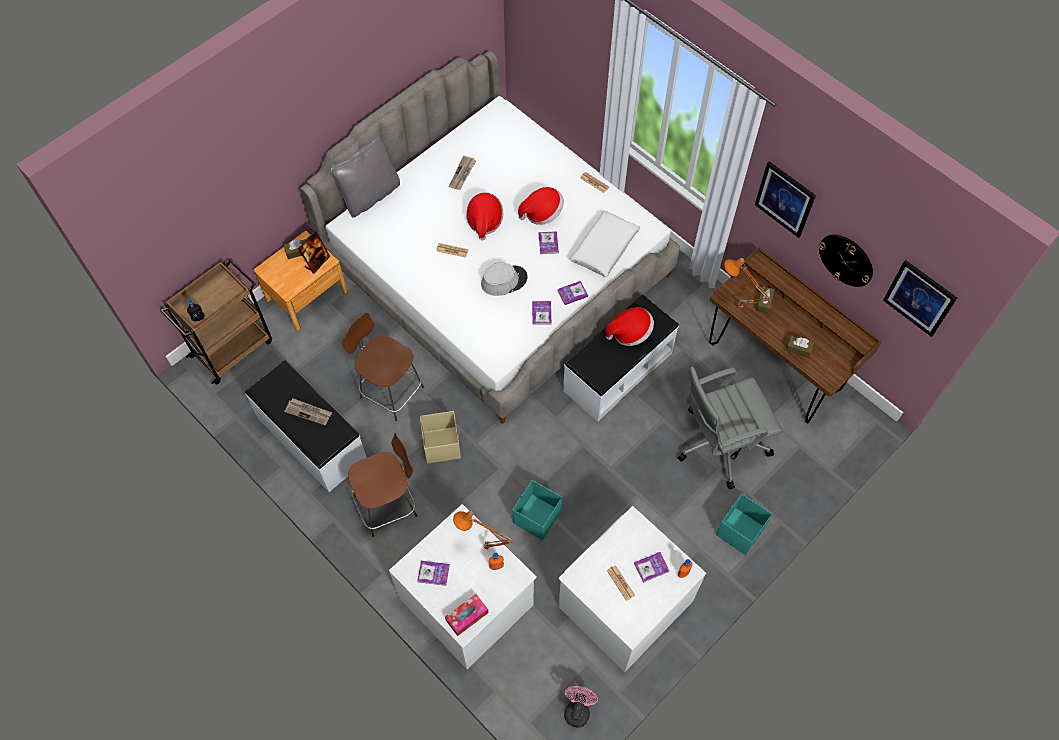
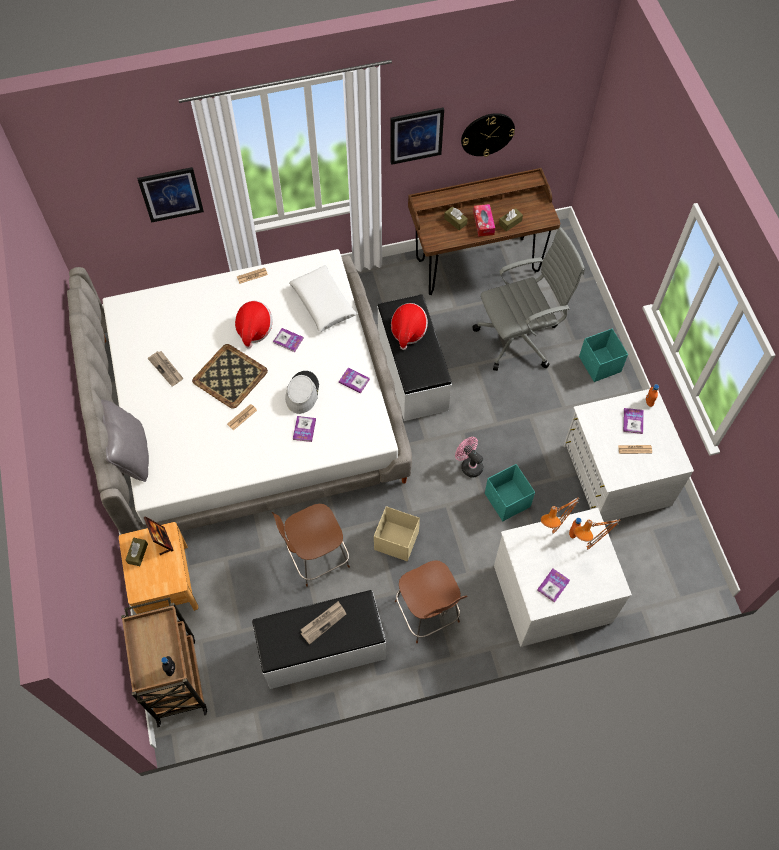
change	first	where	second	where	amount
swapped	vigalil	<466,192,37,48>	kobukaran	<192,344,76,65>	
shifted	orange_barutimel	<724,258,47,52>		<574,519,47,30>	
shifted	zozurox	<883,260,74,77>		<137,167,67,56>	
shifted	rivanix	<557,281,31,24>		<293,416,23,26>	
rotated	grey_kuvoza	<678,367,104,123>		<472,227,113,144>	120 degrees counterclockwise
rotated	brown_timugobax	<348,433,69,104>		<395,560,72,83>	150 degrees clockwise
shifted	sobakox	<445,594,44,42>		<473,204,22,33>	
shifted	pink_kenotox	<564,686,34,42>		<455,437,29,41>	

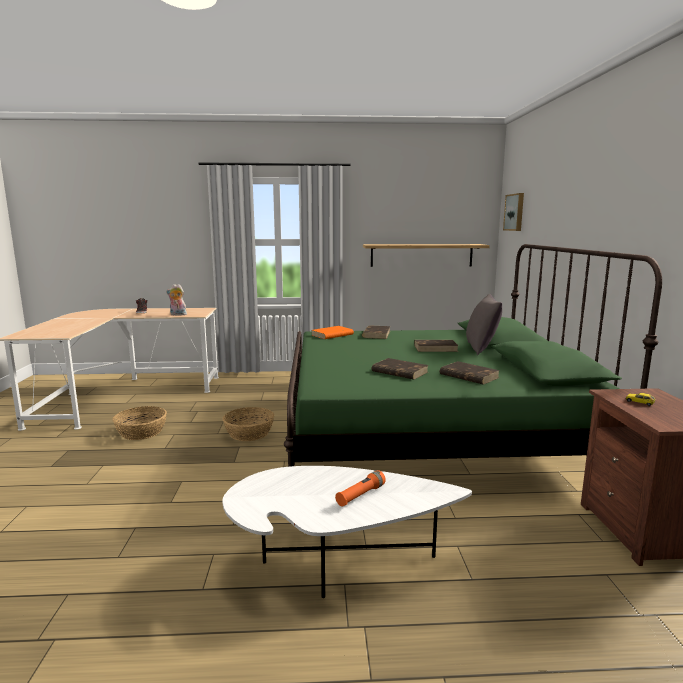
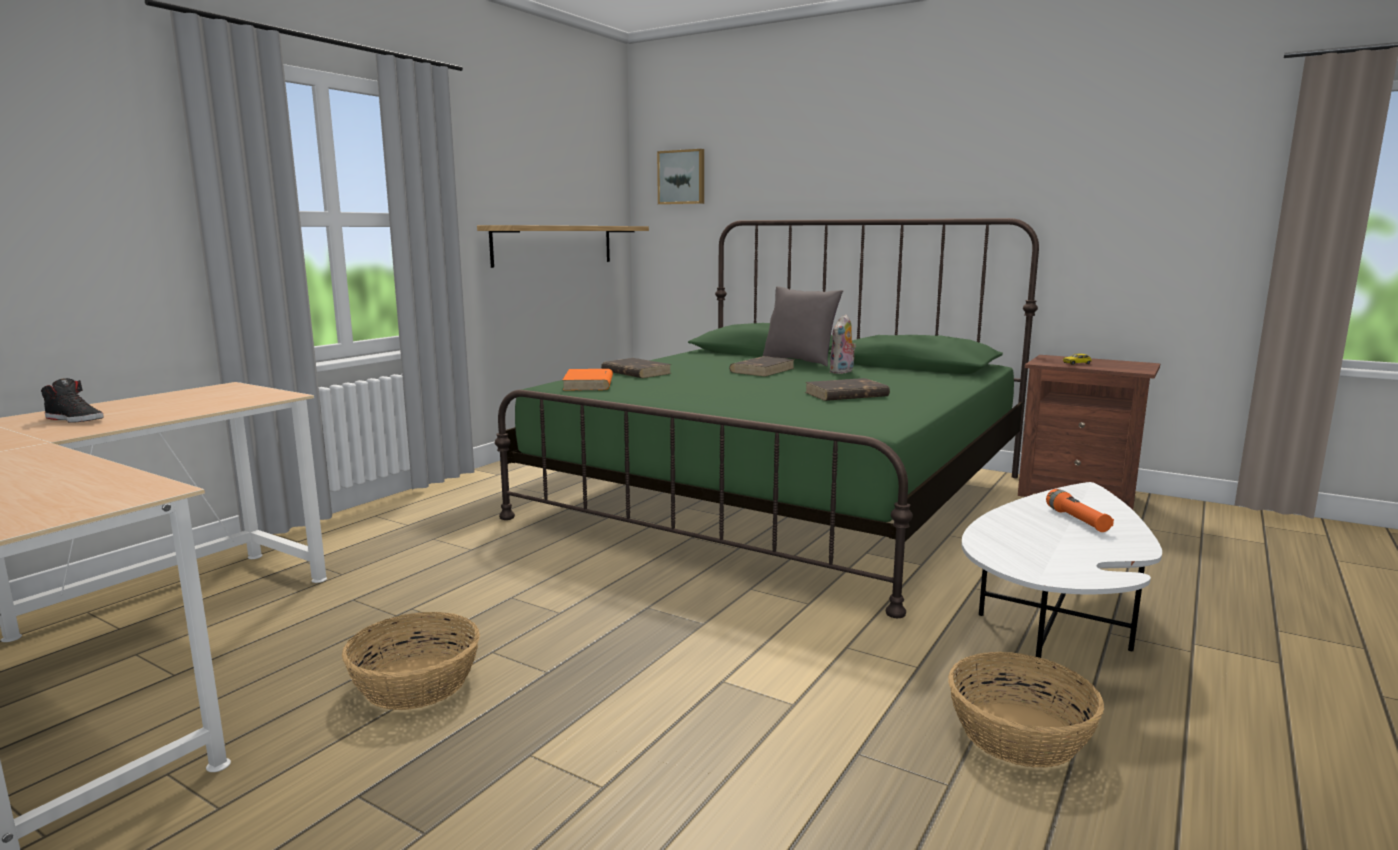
change	first	where	second	where	amount
shifted	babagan	<166,284,21,32>		<829,315,27,59>	
gone	brown_rivanix	<440,361,60,24>			
shifted	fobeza	<223,407,51,34>		<948,652,156,116>	

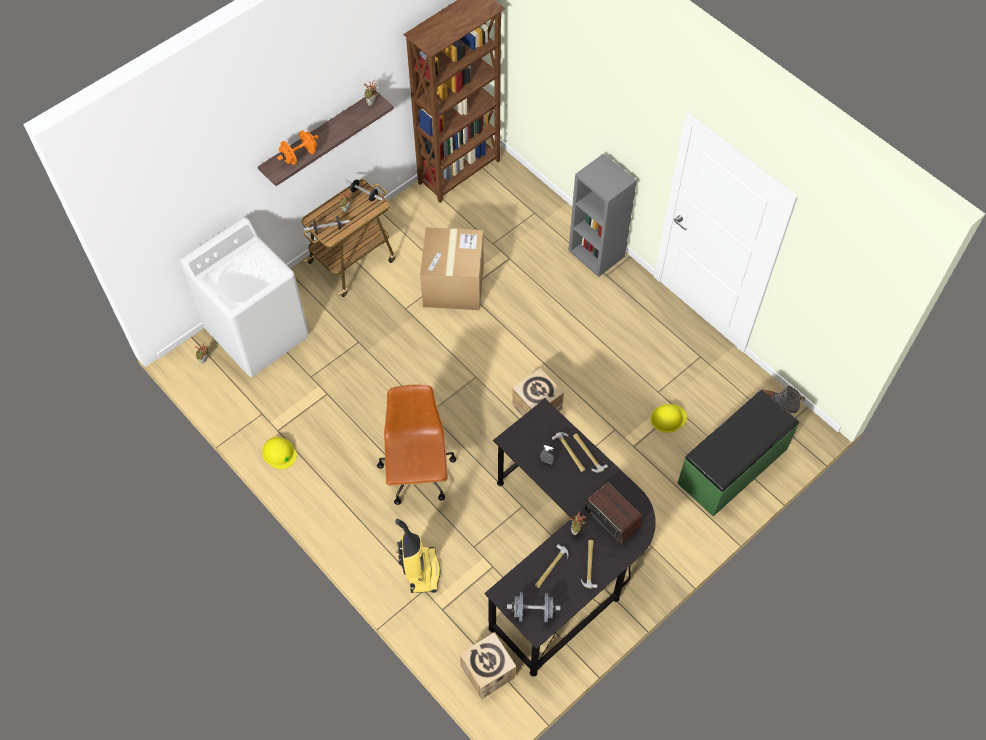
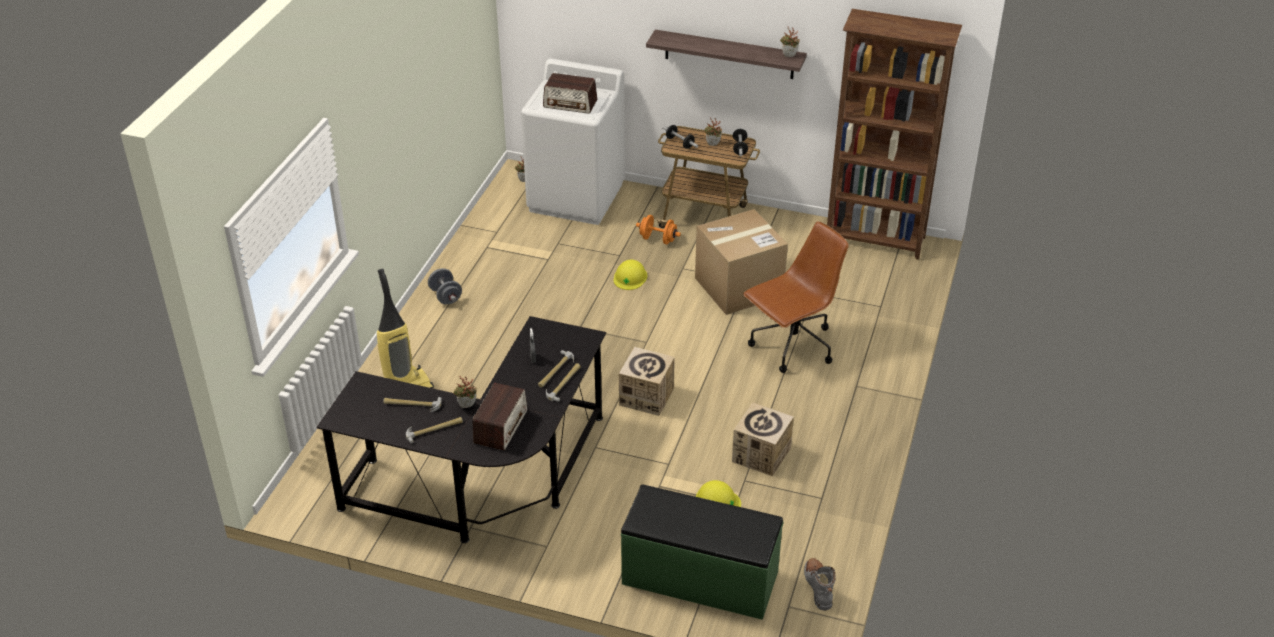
change	first	where	second	where	amount
shifted	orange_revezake	<277,130,42,35>		<636,215,45,29>	
gone	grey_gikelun	<568,153,69,124>			
shifted	brown_kuvoza	<377,384,80,121>		<743,221,106,152>	
shifted	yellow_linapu	<262,437,35,32>		<614,260,33,30>	
shifted	grey_revezake	<507,592,53,30>		<428,268,34,36>	
shifted	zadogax	<459,632,57,68>		<732,402,62,74>	
new			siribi	<543,73,55,41>	

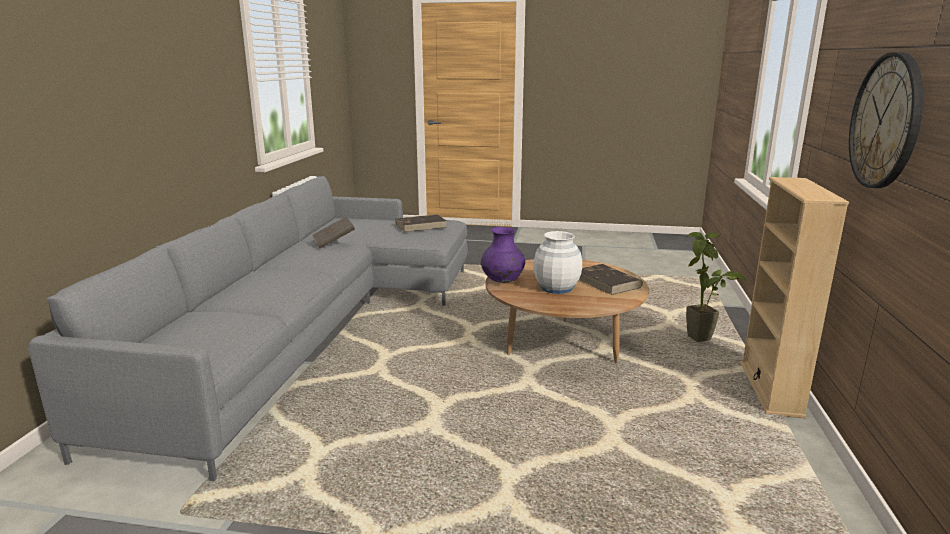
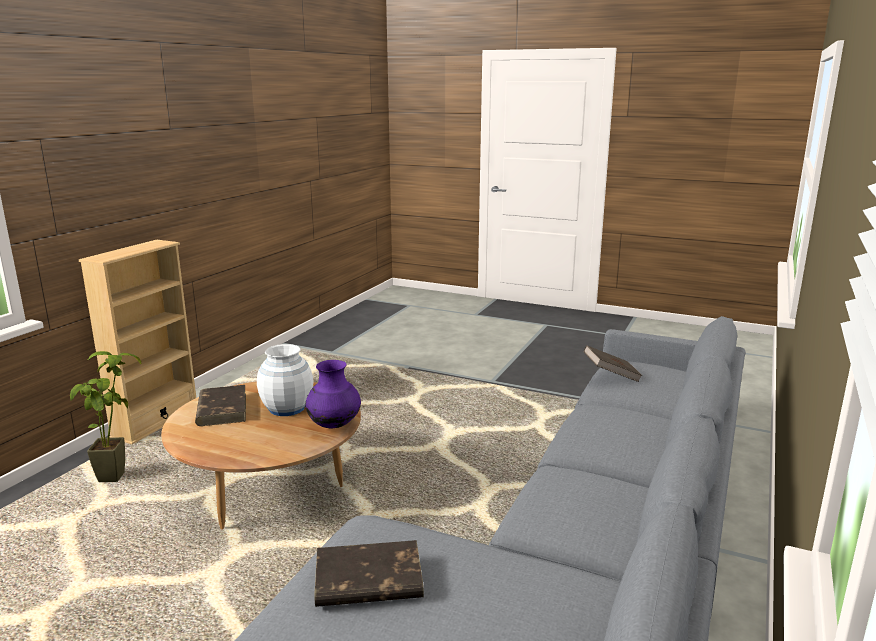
change	first	where	second	where	amount
gone	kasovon	<849,52,74,136>			
shifted	brown_rivanix	<312,217,43,31>		<584,346,59,36>	

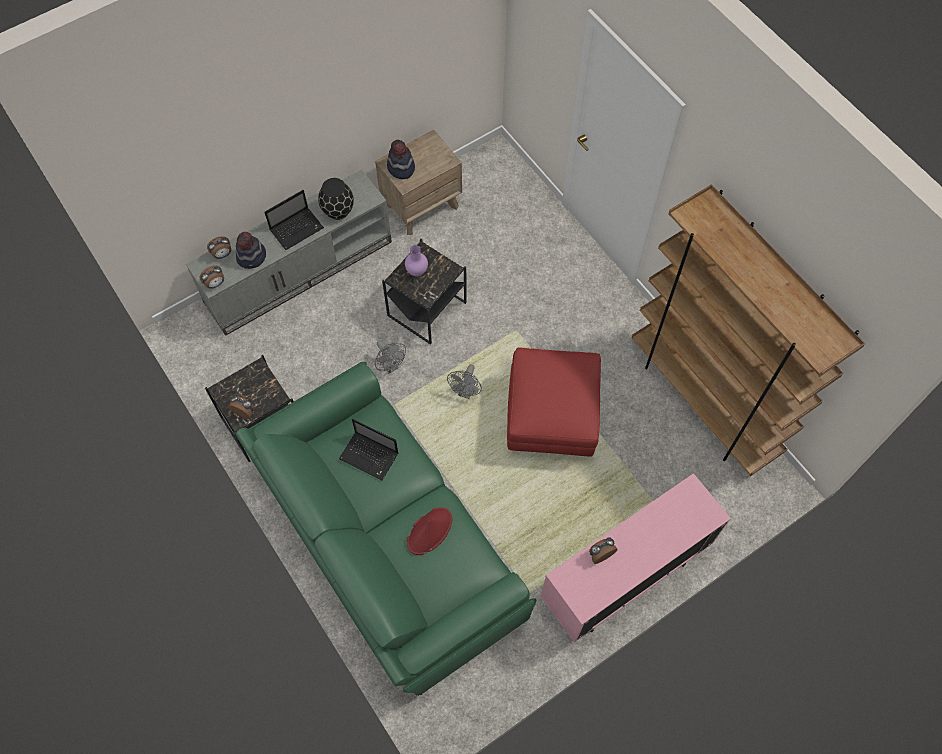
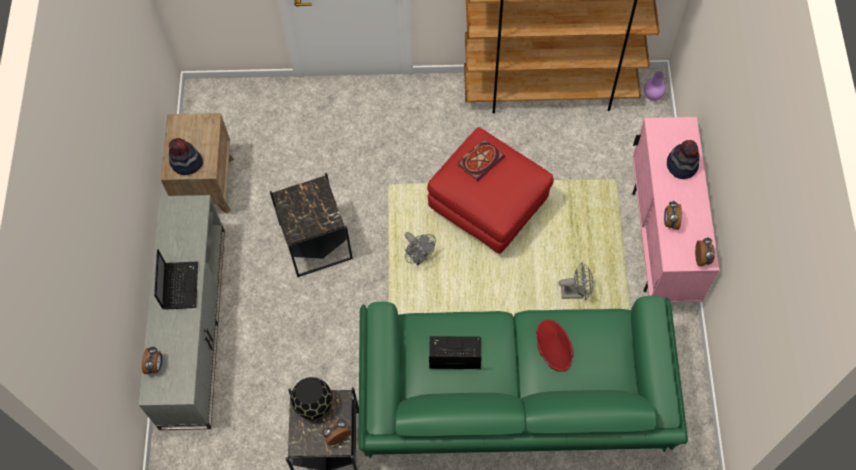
change	first	where	second	where	amount
shifted	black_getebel	<318,178,36,42>		<291,377,41,42>	
shifted	vigalil	<236,232,30,37>		<667,140,32,39>	
shifted	purple_getebel	<405,245,23,31>		<644,71,22,30>	
shifted	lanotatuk	<199,265,25,24>		<695,237,20,29>	
shifted	grey_kenotox	<375,340,31,34>		<559,263,34,37>	
rotated	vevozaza	<339,419,59,62>		<429,336,53,33>	150 degrees counterclockwise
new			rivanix	<457,138,48,43>	

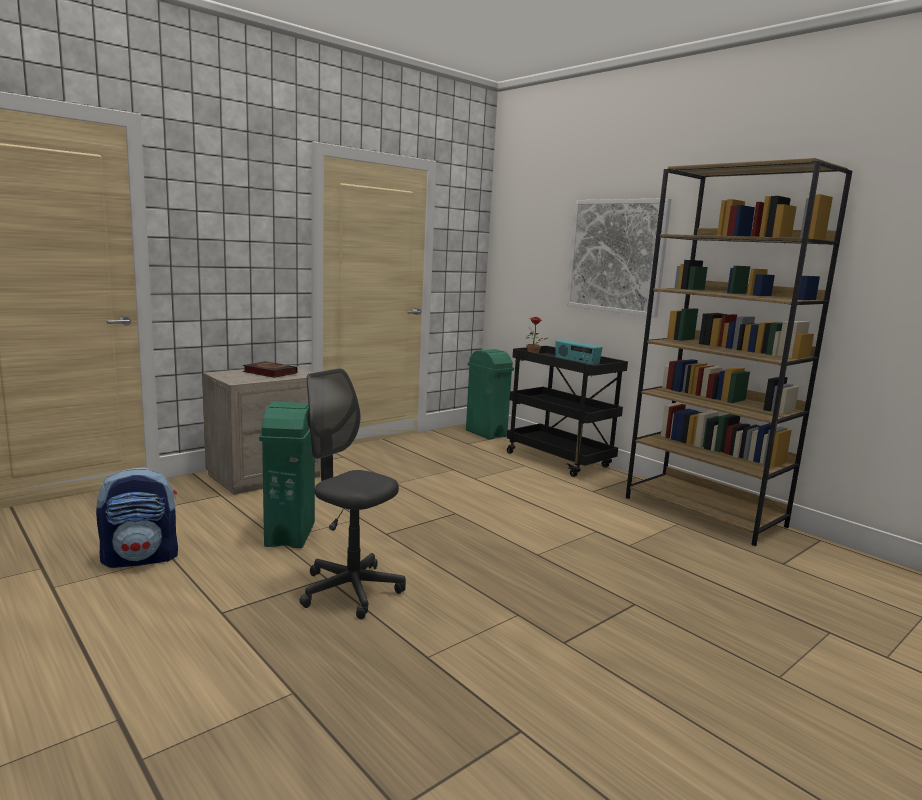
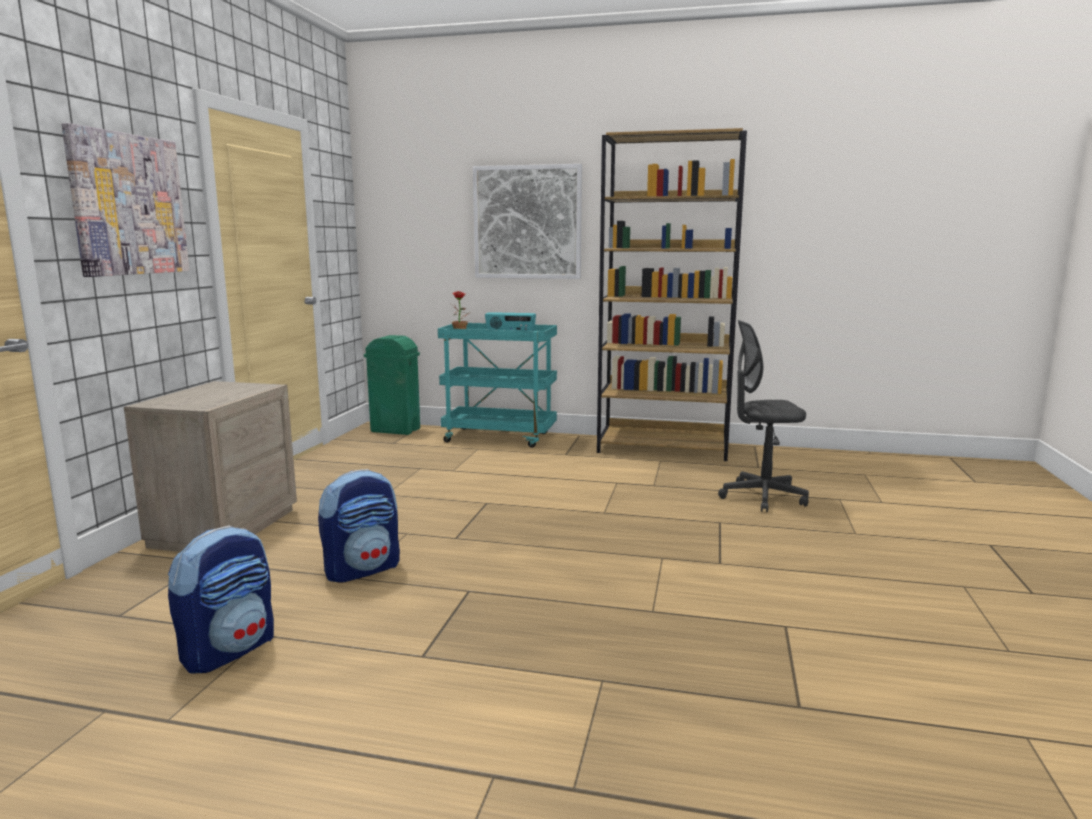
change	first	where	second	where	amount
repainted	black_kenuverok	<507,346,121,131>	turquoise_kenuverok	<438,323,119,125>	
gone	rivanix	<243,361,55,17>			
shifted	grey_kuvoza	<300,368,106,252>		<718,320,91,192>	
swapped	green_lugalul	<259,402,56,146>	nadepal	<318,469,82,114>	
new			zozurox	<61,123,128,154>	

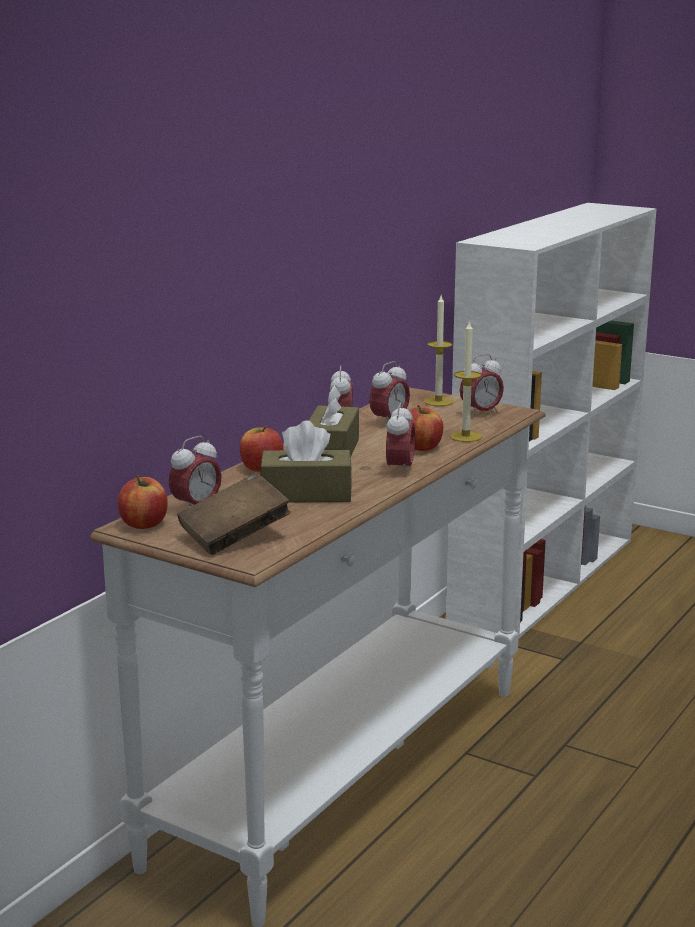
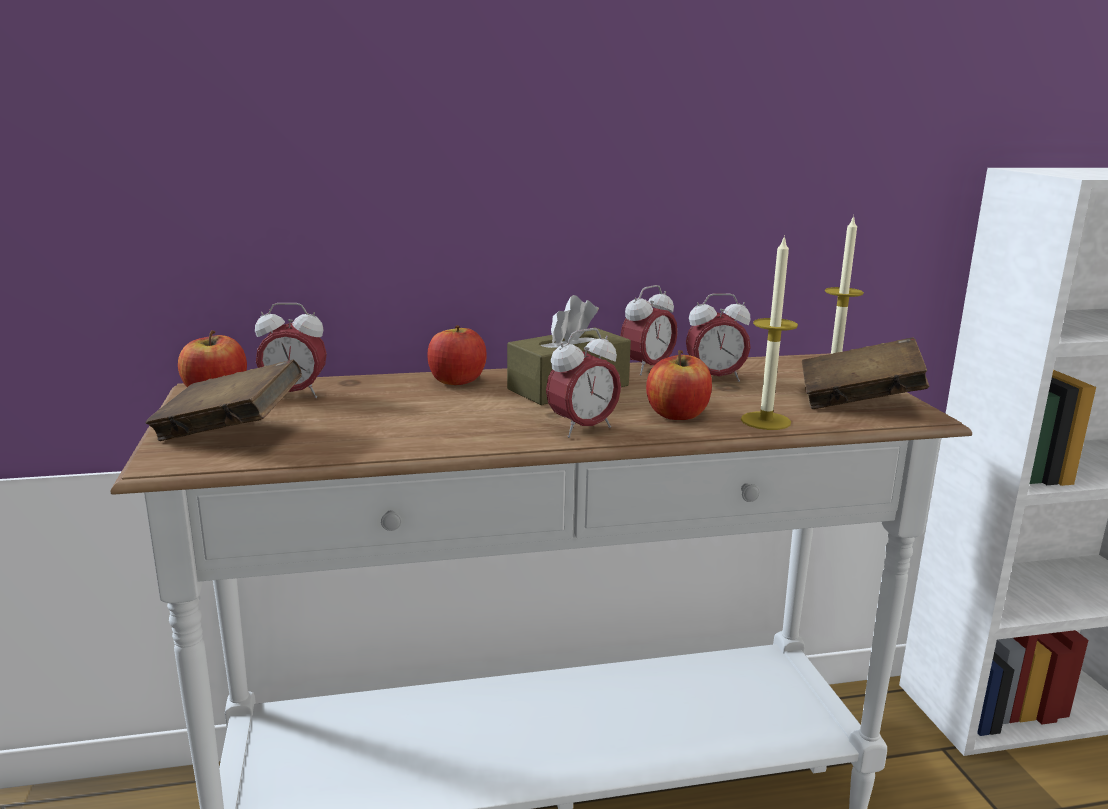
change	first	where	second	where	amount
swapped	lanotatuk	<460,354,44,63>	brown_rivanix	<802,337,127,72>	
gone	brown_sobakox	<260,421,92,81>			

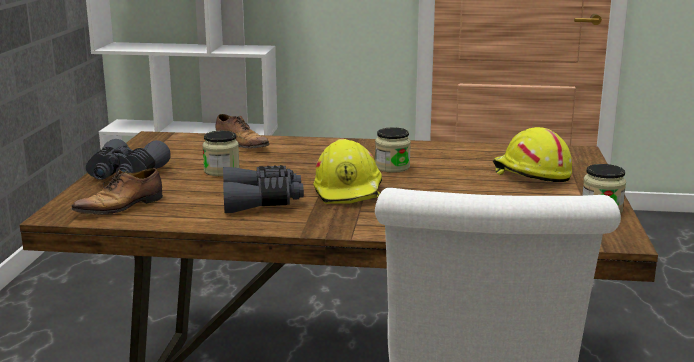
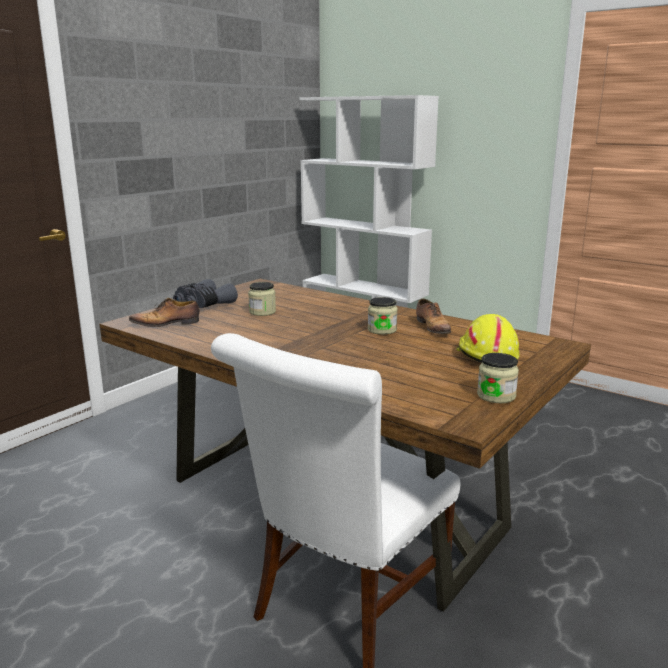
change	first	where	second	where	amount
shifted	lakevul	<216,114,54,34>		<416,298,35,36>	
gone	yellow_linapu	<314,139,68,65>			
gone	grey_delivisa	<223,165,81,48>			

